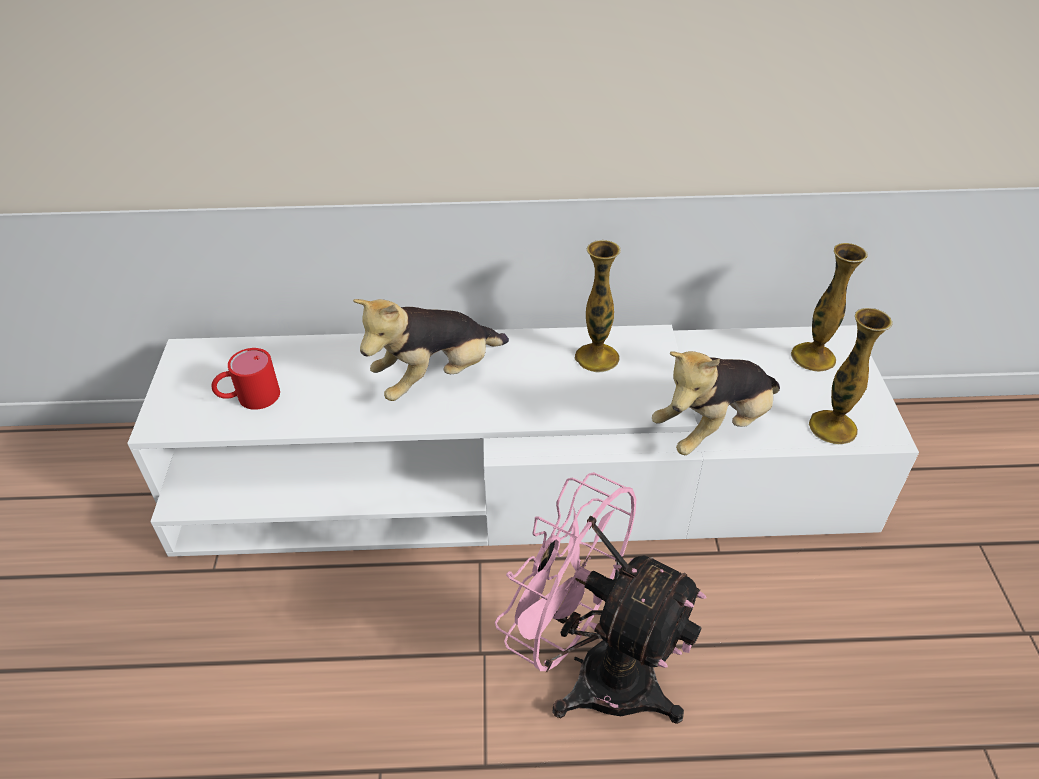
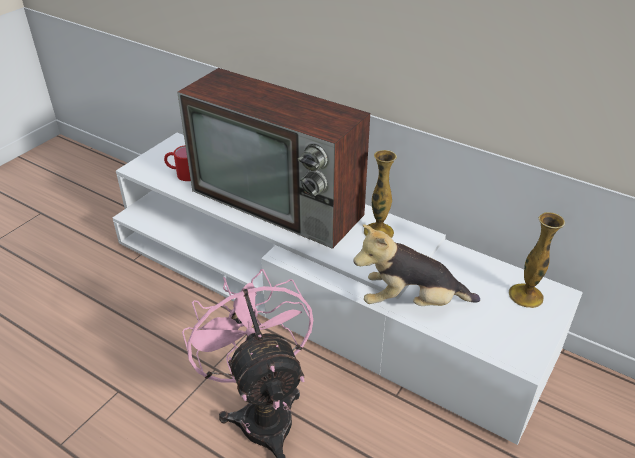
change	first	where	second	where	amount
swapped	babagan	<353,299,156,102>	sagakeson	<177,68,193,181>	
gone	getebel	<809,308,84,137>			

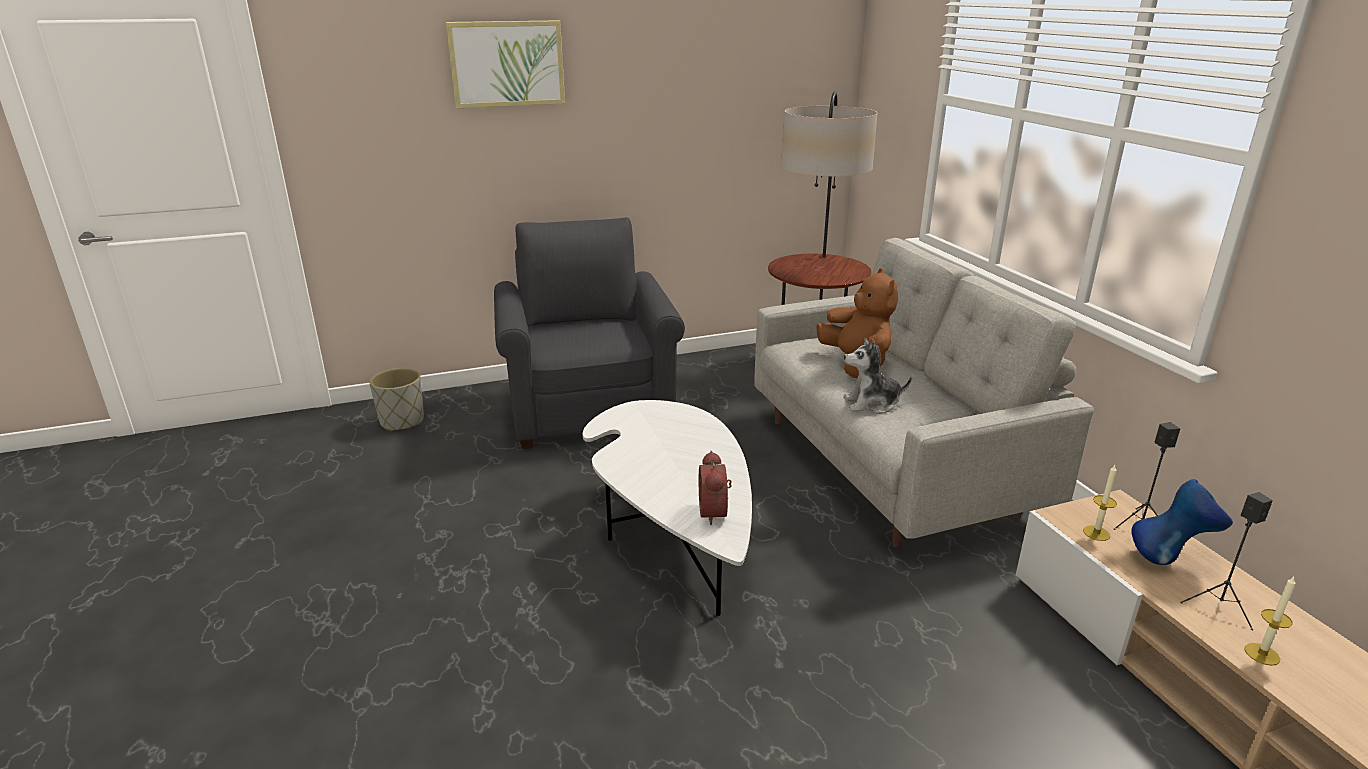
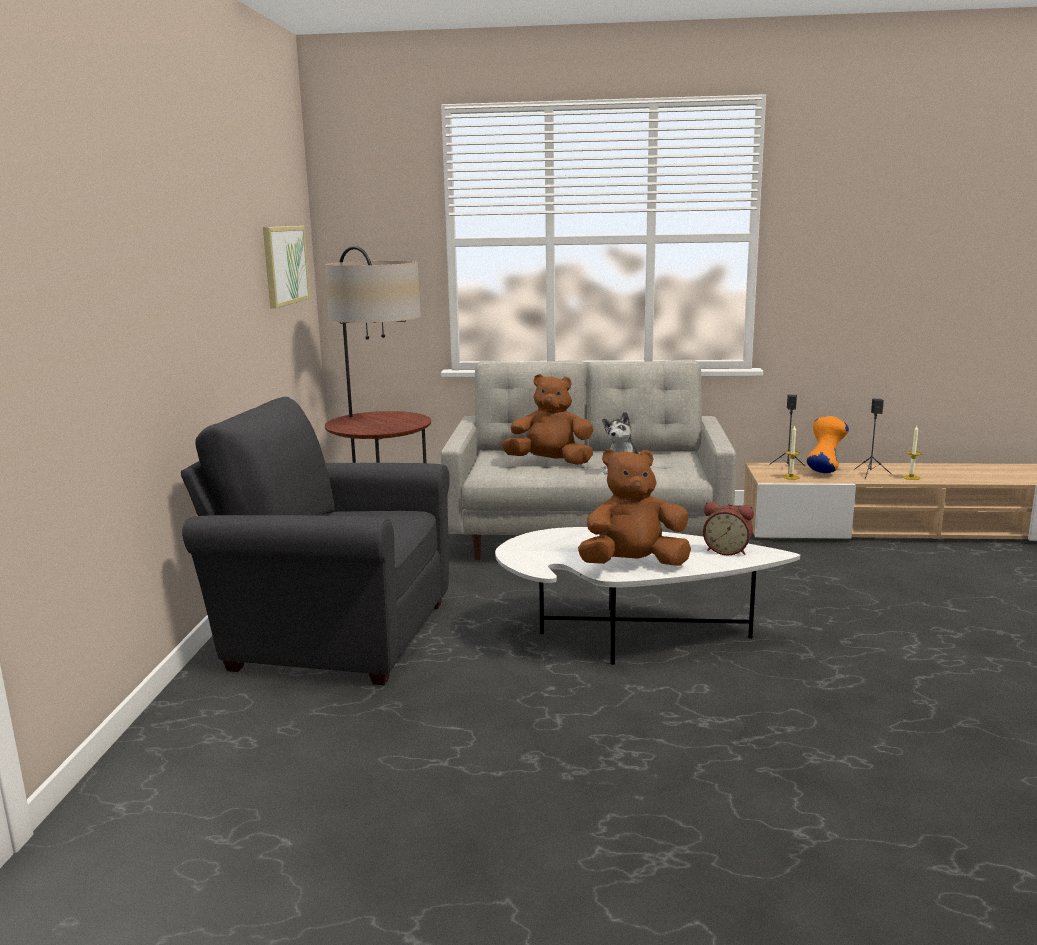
change	first	where	second	where	amount
shifted	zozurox	<446,20,119,88>		<263,226,47,83>	
gone	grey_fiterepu	<369,368,55,64>			
repainted	blue_getebel	<1131,479,102,86>	orange_getebel	<807,416,42,57>	
new			brown_babagan	<578,449,113,117>	

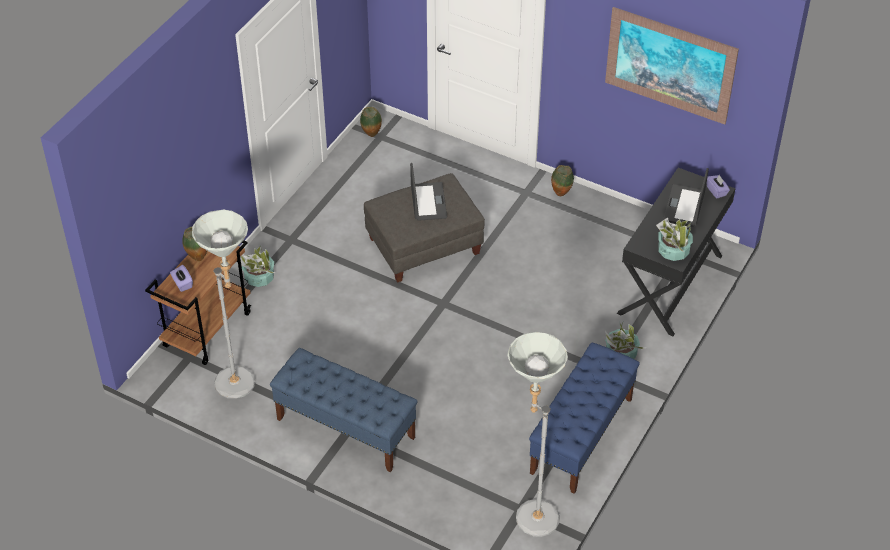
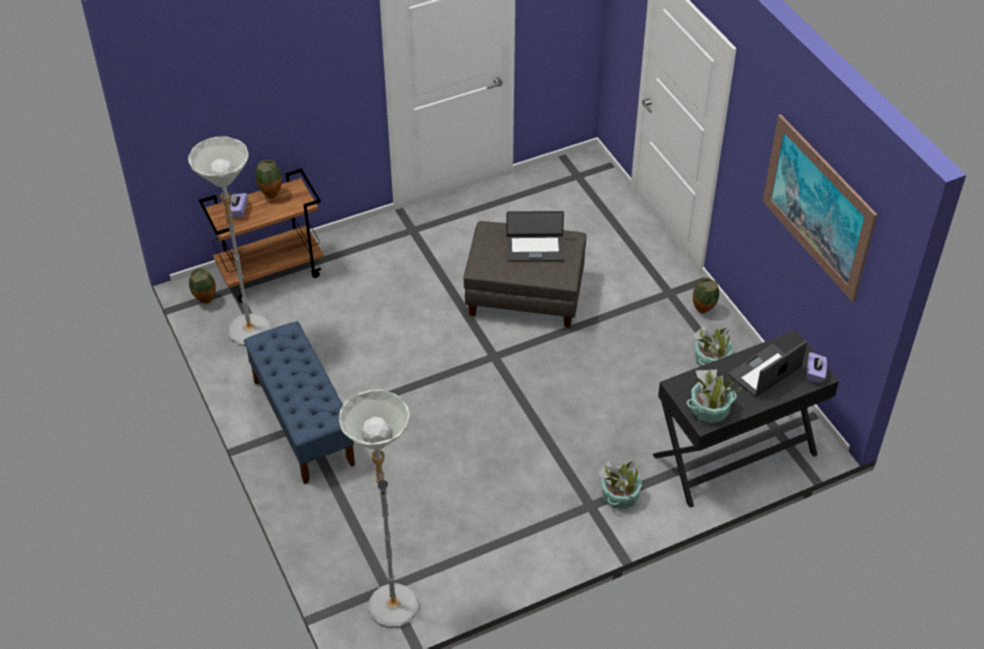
change	first	where	second	where	amount
shifted	getebel	<360,107,22,30>		<189,268,27,36>	
rotated	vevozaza	<410,163,37,58>		<506,211,58,51>	60 degrees clockwise
shifted	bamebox	<240,246,35,41>		<693,326,40,40>	
gone	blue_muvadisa	<529,342,111,152>			

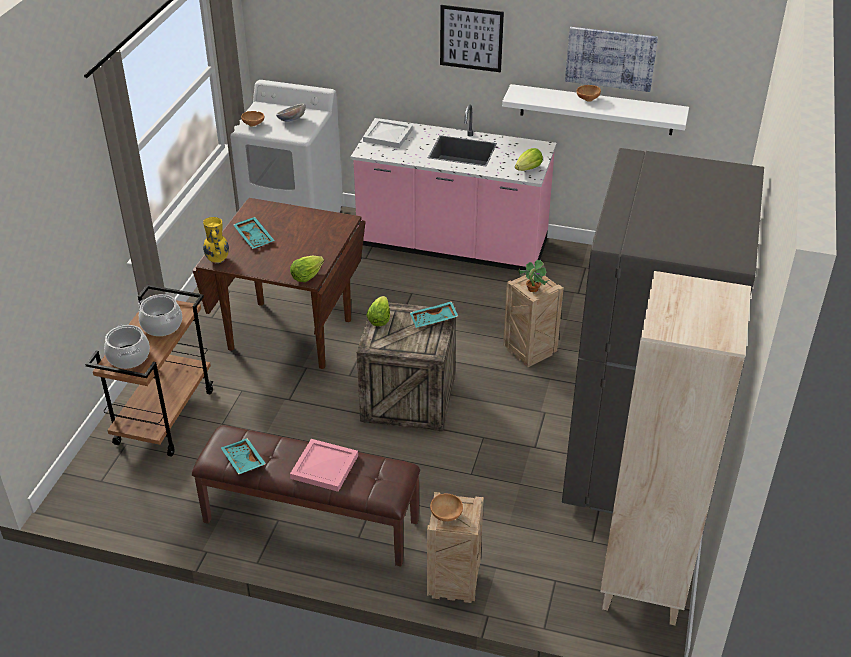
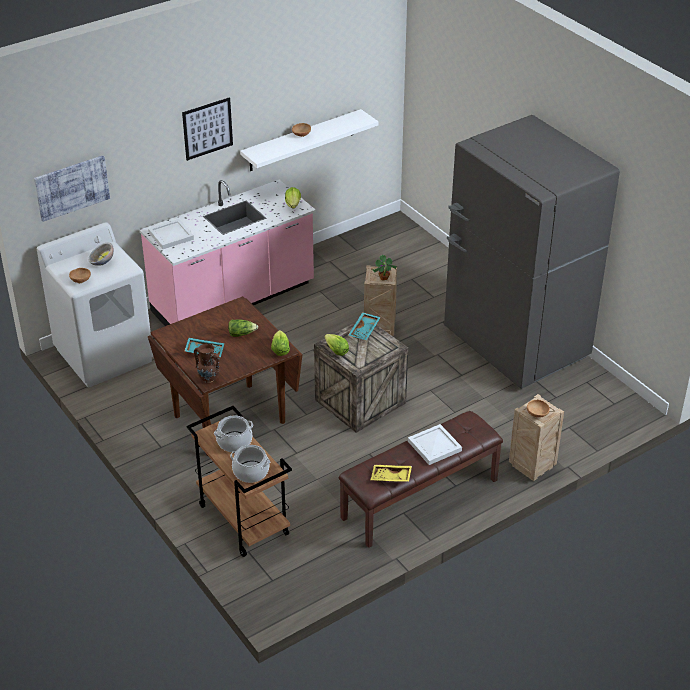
change	first	where	second	where	amount
shifted	zozurox	<565,27,93,65>		<34,156,76,66>	
repainted	yellow_getebel	<203,217,26,46>	brown_getebel	<194,344,26,39>	
gone	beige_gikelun	<600,271,151,354>			
repainted	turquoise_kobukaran	<221,438,45,36>	yellow_kobukaran	<370,465,42,17>	
repainted	pink_kobukaran	<290,439,68,53>	white_kobukaran	<408,424,54,41>	
new			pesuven	<228,319,30,18>	

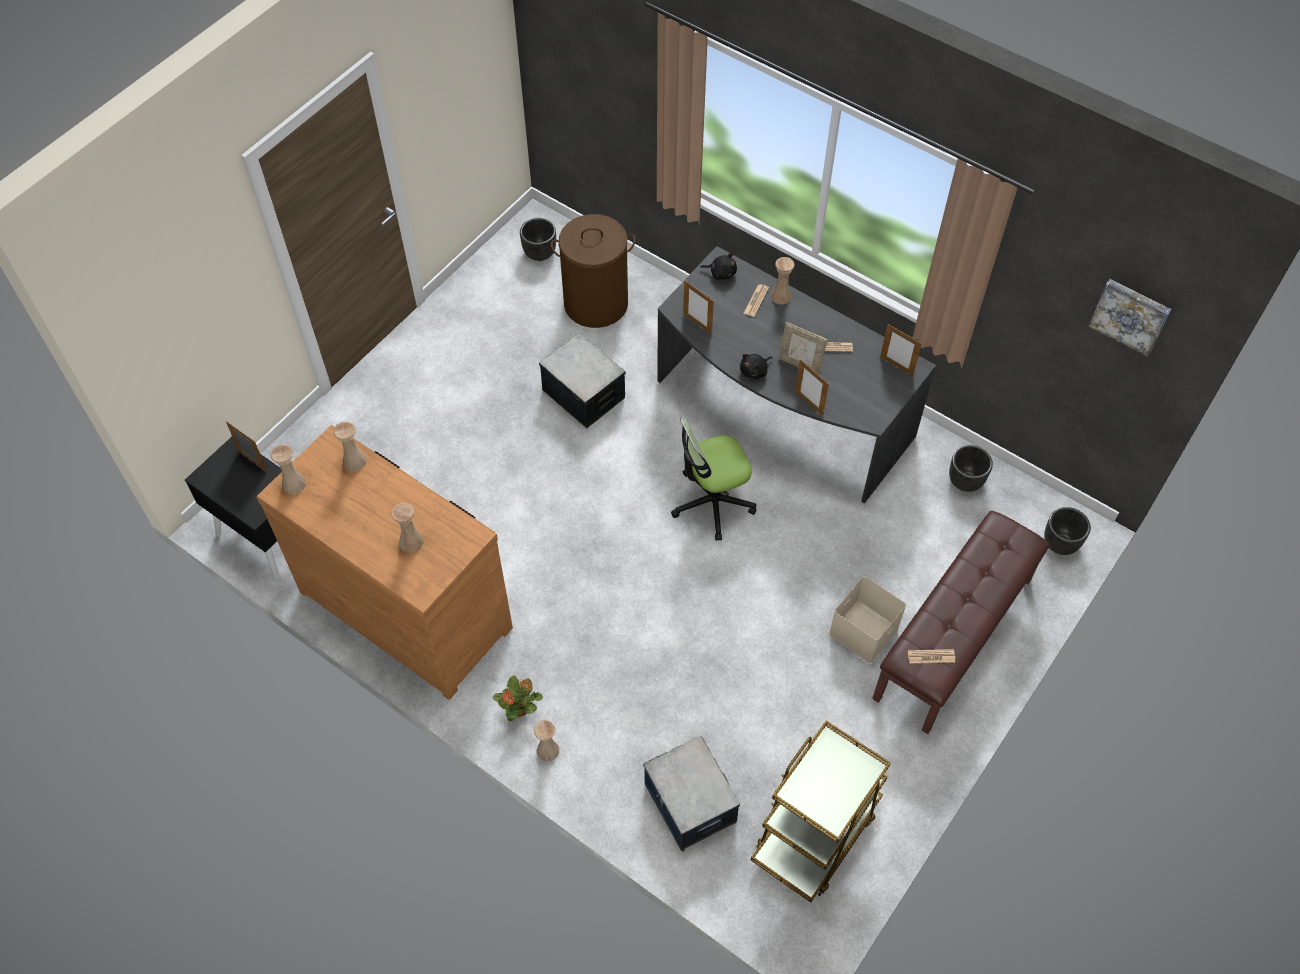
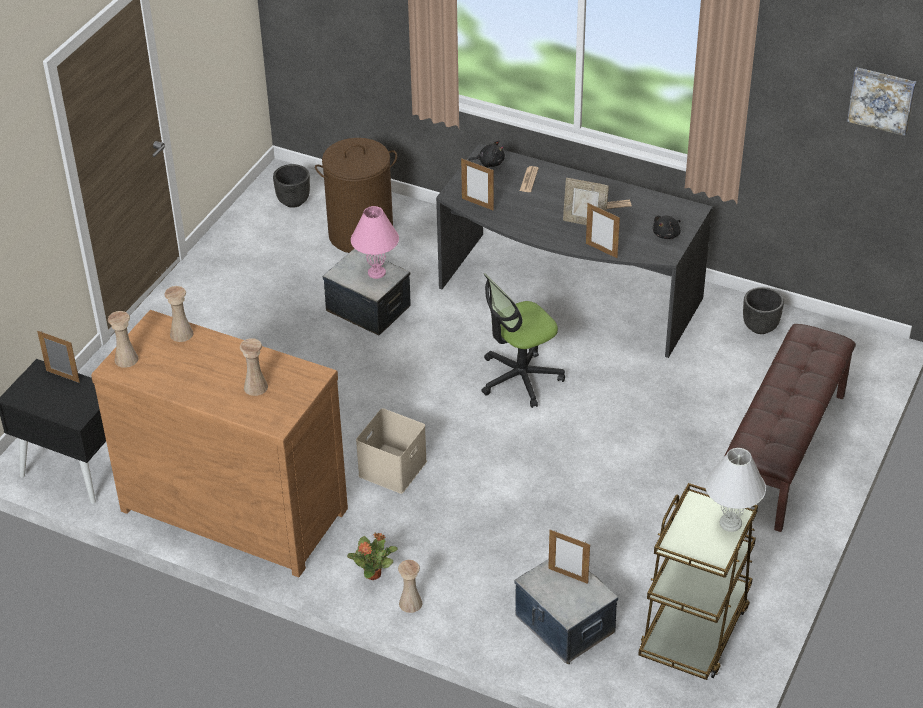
change	first	where	second	where	amount
gone	beige_getebel	<771,257,24,48>			
shifted	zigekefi	<880,324,42,52>		<548,530,42,54>	
shifted	black_babagan	<740,354,32,25>		<652,216,29,23>	
gone	black_fiterepu	<1044,507,47,48>			
shifted	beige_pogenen	<829,576,77,88>		<356,408,71,86>	
gone	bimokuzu	<908,649,47,15>			
new			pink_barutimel	<351,206,48,73>	
new			white_barutimel	<705,448,61,84>	

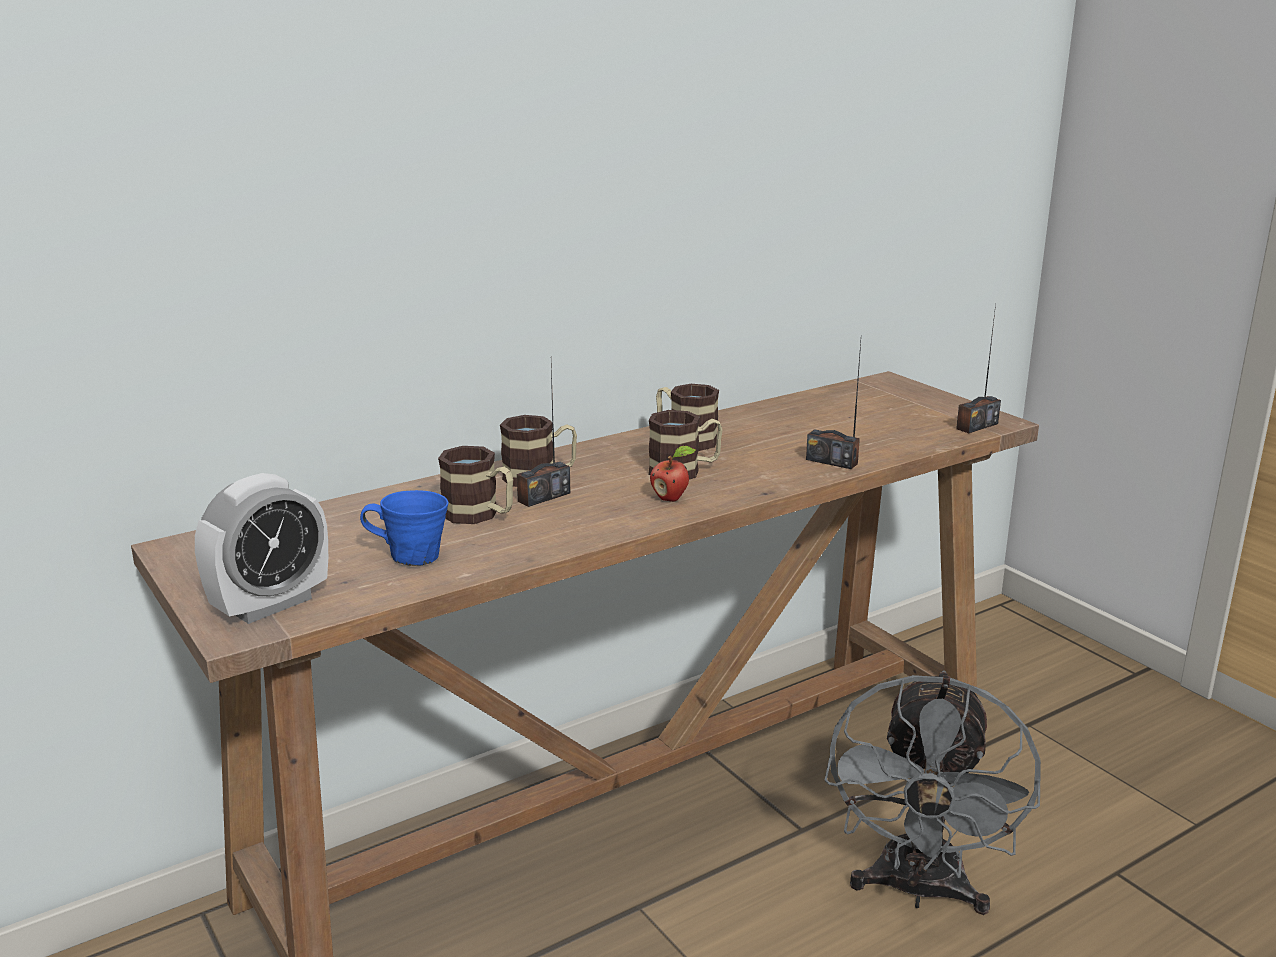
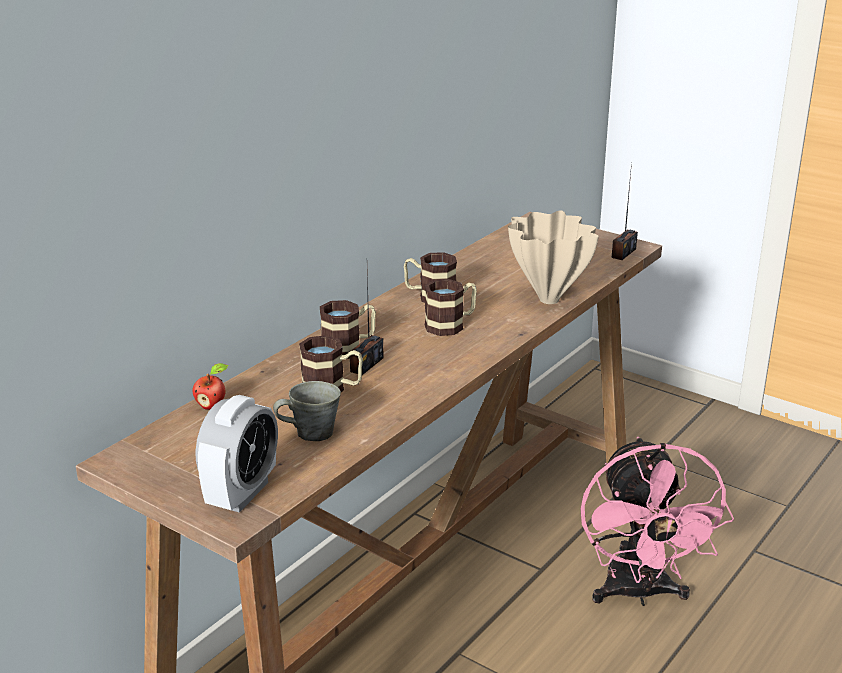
change	first	where	second	where	amount
swapped	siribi	<806,342,55,127>	beige_getebel	<508,210,91,94>	
shifted	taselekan	<650,445,46,57>		<192,363,36,47>	
repainted	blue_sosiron	<360,490,89,76>	grey_sosiron	<273,381,68,60>	
repainted	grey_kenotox	<824,670,217,245>	pink_kenotox	<581,437,153,169>	

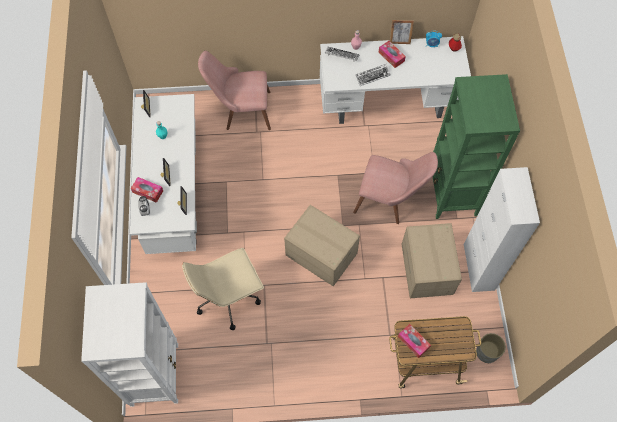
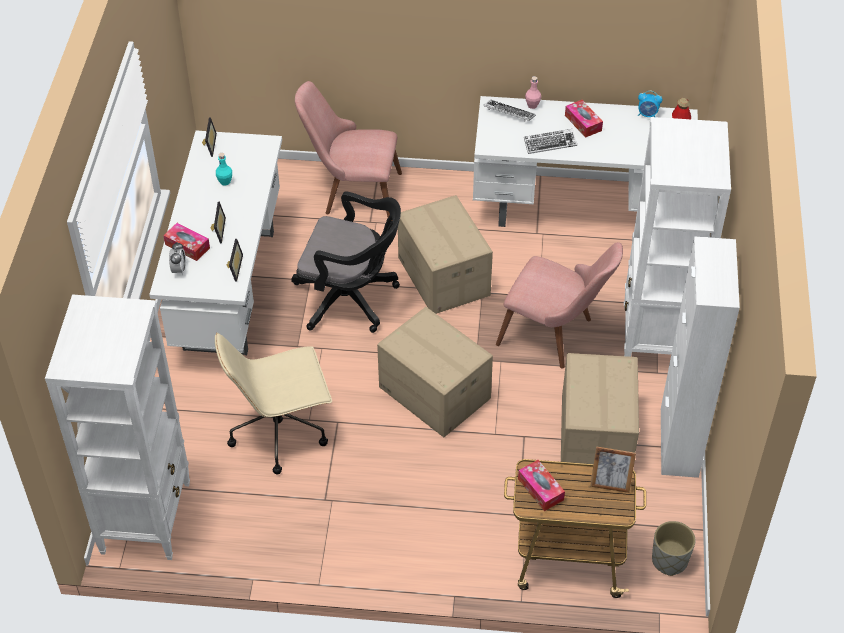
change	first	where	second	where	amount
shifted	zigekefi	<390,20,24,24>		<590,446,46,47>	
repainted	green_gikelun	<433,74,87,145>	white_gikelun	<624,117,107,240>	
new			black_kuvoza	<291,191,110,142>	
new			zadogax	<398,195,95,119>	

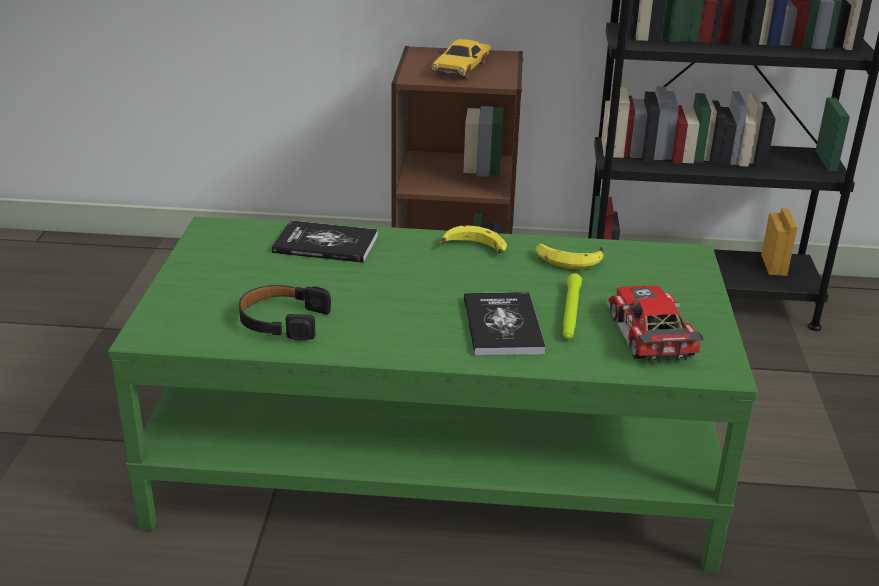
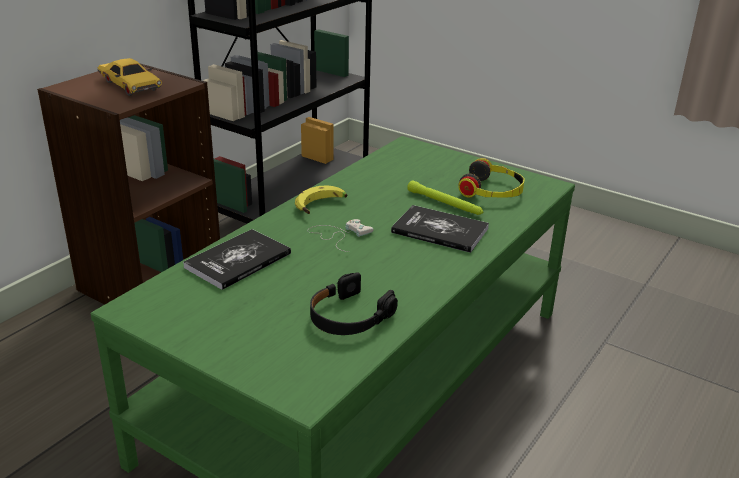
change	first	where	second	where	amount
gone	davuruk	<536,243,68,26>			
swapped	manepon	<606,286,98,76>	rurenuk	<458,158,67,40>	
new			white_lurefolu	<307,219,67,33>	

